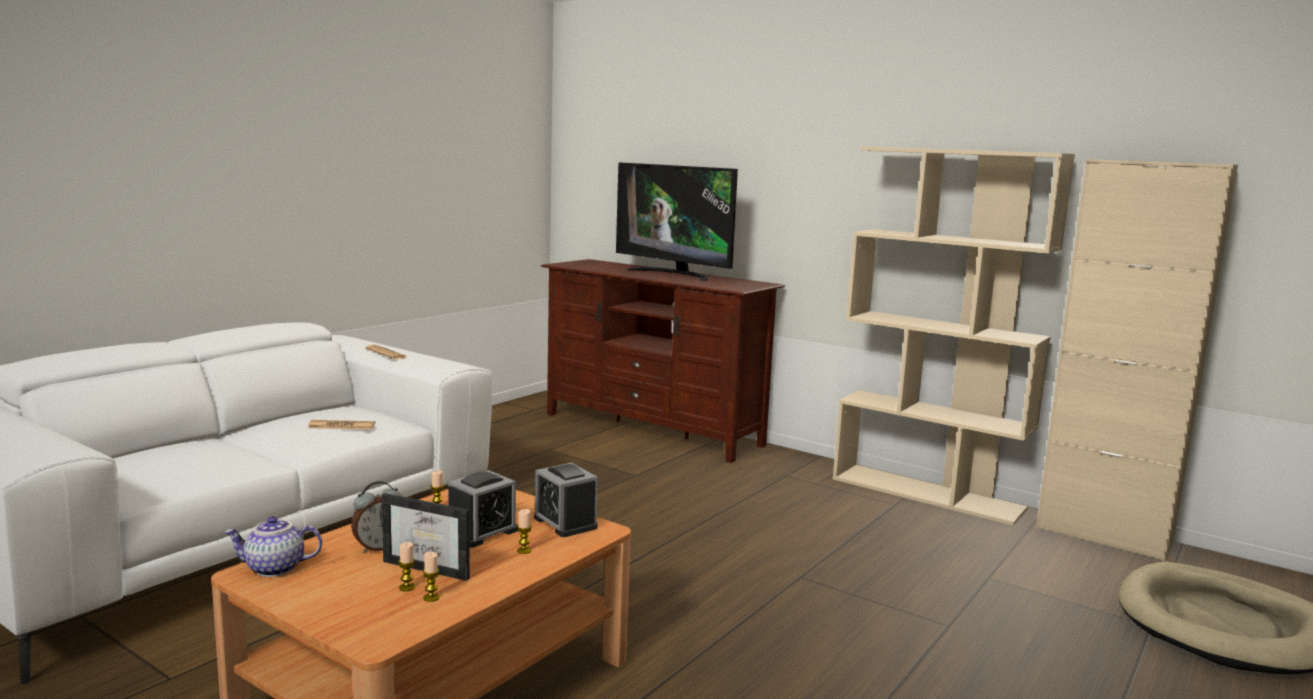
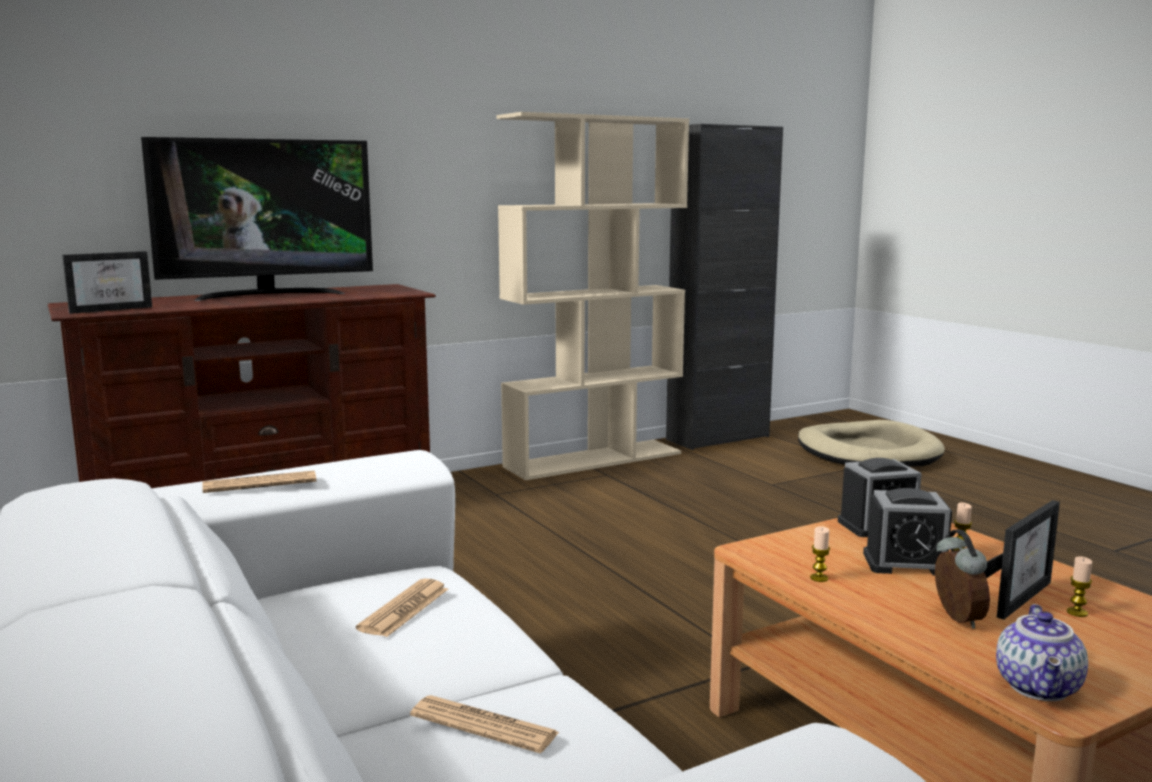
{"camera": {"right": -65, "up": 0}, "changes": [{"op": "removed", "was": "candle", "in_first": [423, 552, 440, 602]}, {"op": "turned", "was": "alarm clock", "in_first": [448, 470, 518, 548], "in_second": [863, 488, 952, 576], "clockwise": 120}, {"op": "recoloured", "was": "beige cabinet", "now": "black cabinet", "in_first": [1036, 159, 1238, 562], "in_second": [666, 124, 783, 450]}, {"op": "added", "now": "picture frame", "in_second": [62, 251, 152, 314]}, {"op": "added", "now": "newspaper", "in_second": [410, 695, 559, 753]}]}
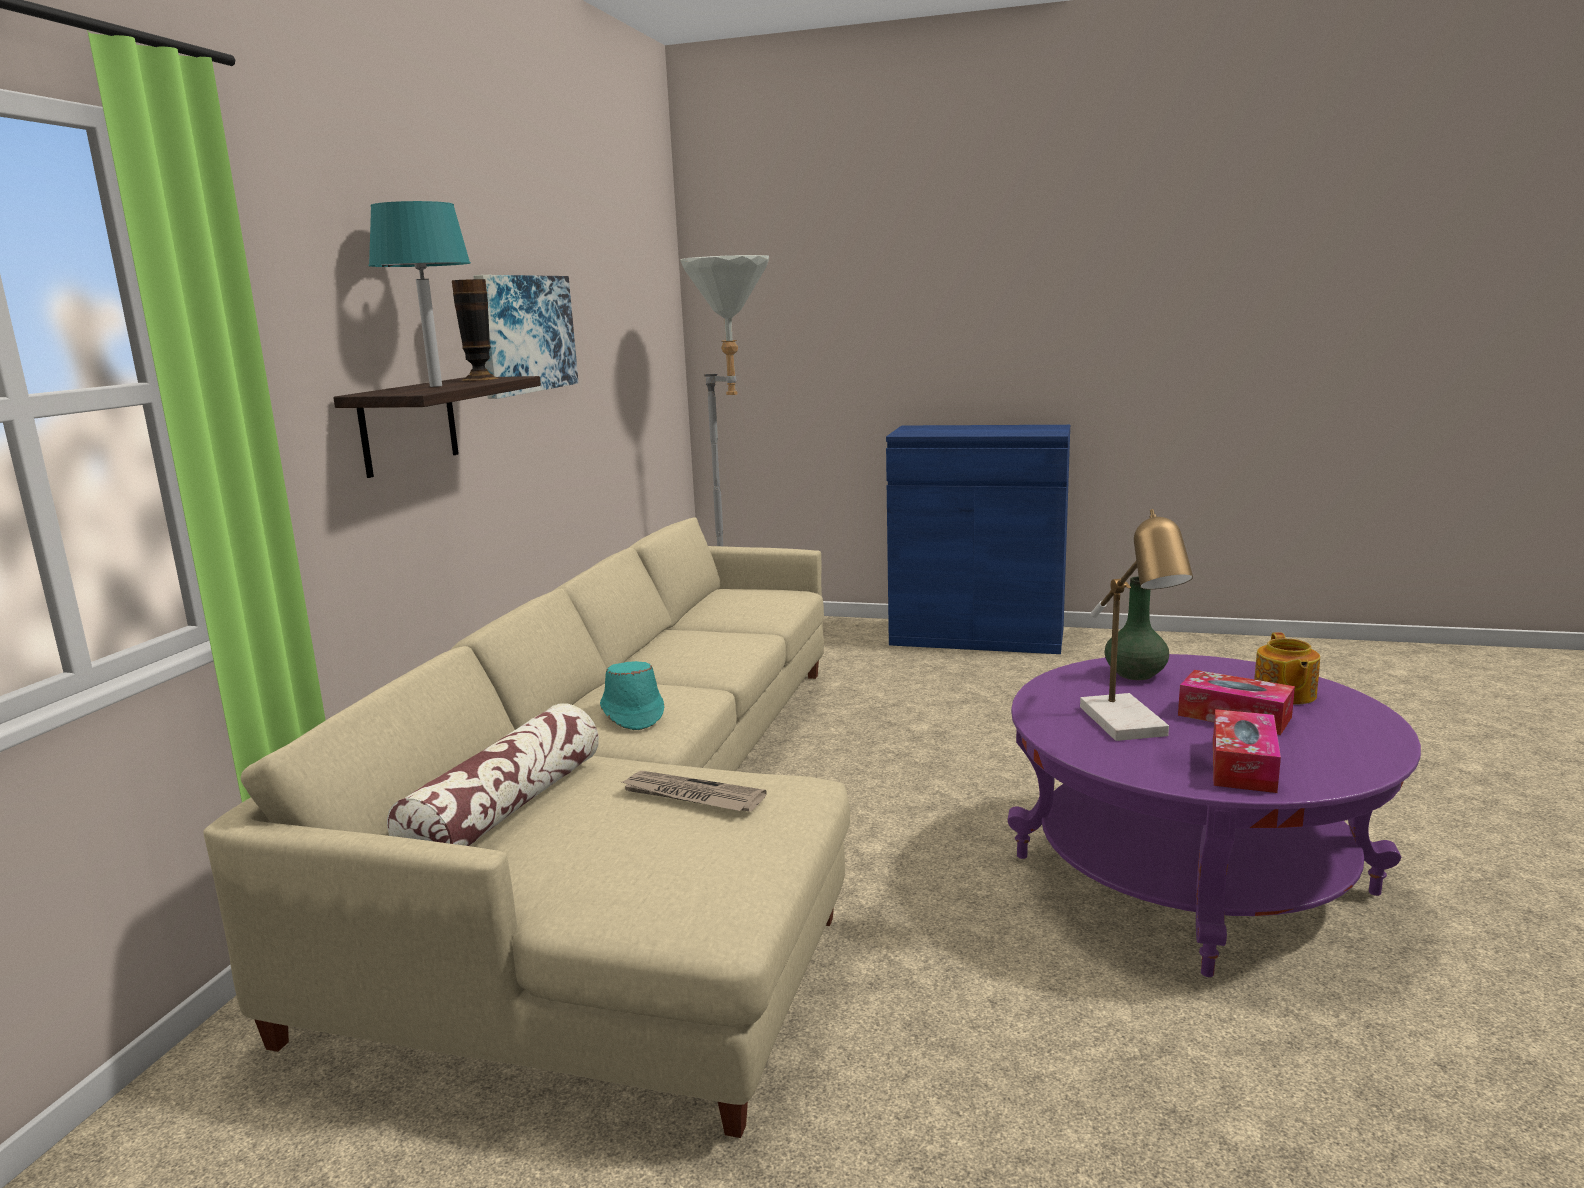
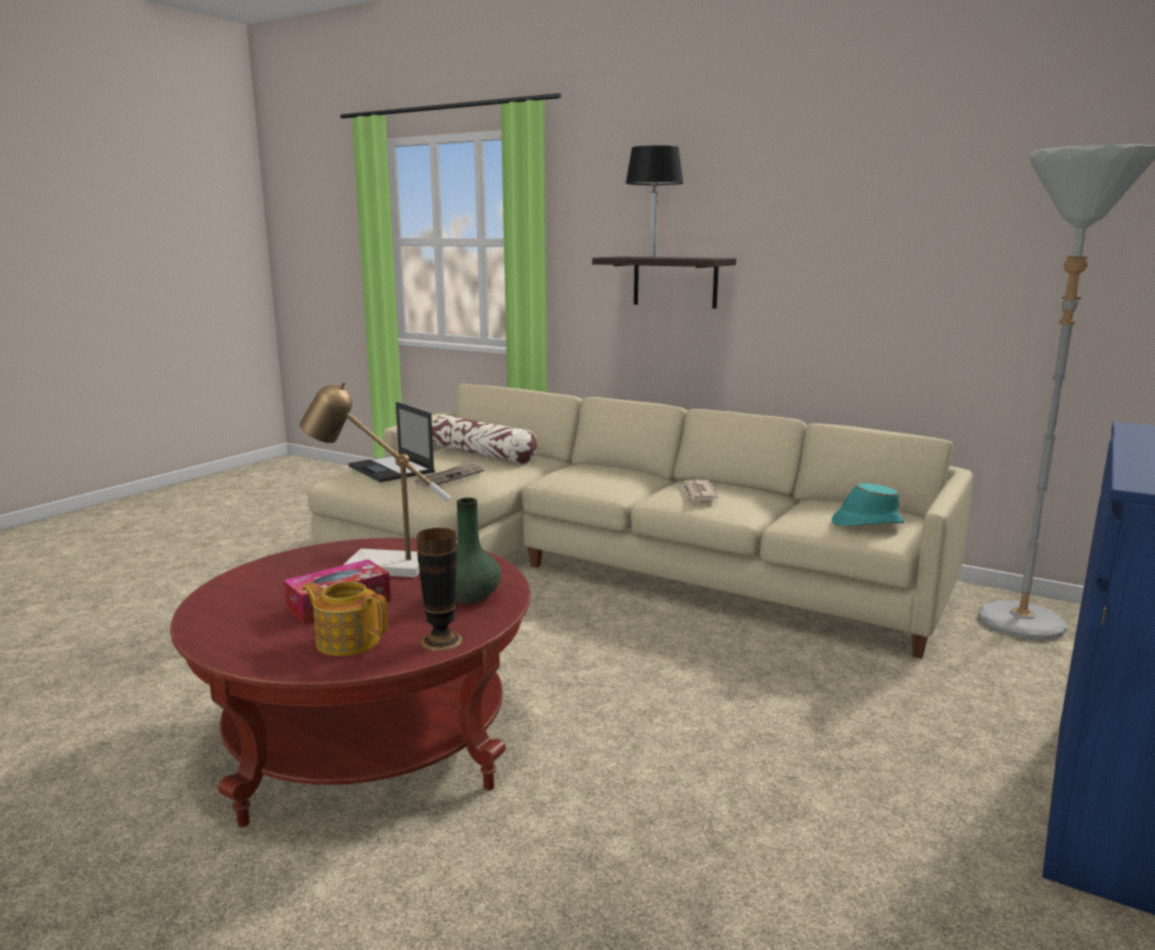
{"camera": {"right": 105, "up": 0}, "changes": [{"op": "recoloured", "was": "turquoise table lamp", "now": "black table lamp", "in_first": [369, 201, 471, 387], "in_second": [625, 145, 684, 258]}, {"op": "moved", "was": "vase", "in_first": [452, 279, 498, 381], "in_second": [417, 528, 463, 651]}, {"op": "removed", "was": "picture", "in_first": [473, 275, 578, 399]}, {"op": "moved", "was": "turquoise hat", "in_first": [600, 661, 664, 730], "in_second": [832, 483, 905, 526]}, {"op": "recoloured", "was": "purple coffee table", "now": "red coffee table", "in_first": [1008, 654, 1421, 977], "in_second": [170, 538, 531, 828]}, {"op": "removed", "was": "tissue box", "in_first": [1213, 709, 1281, 793]}, {"op": "added", "now": "laptop", "in_second": [348, 402, 435, 482]}, {"op": "added", "now": "newspaper", "in_second": [679, 480, 718, 503]}]}
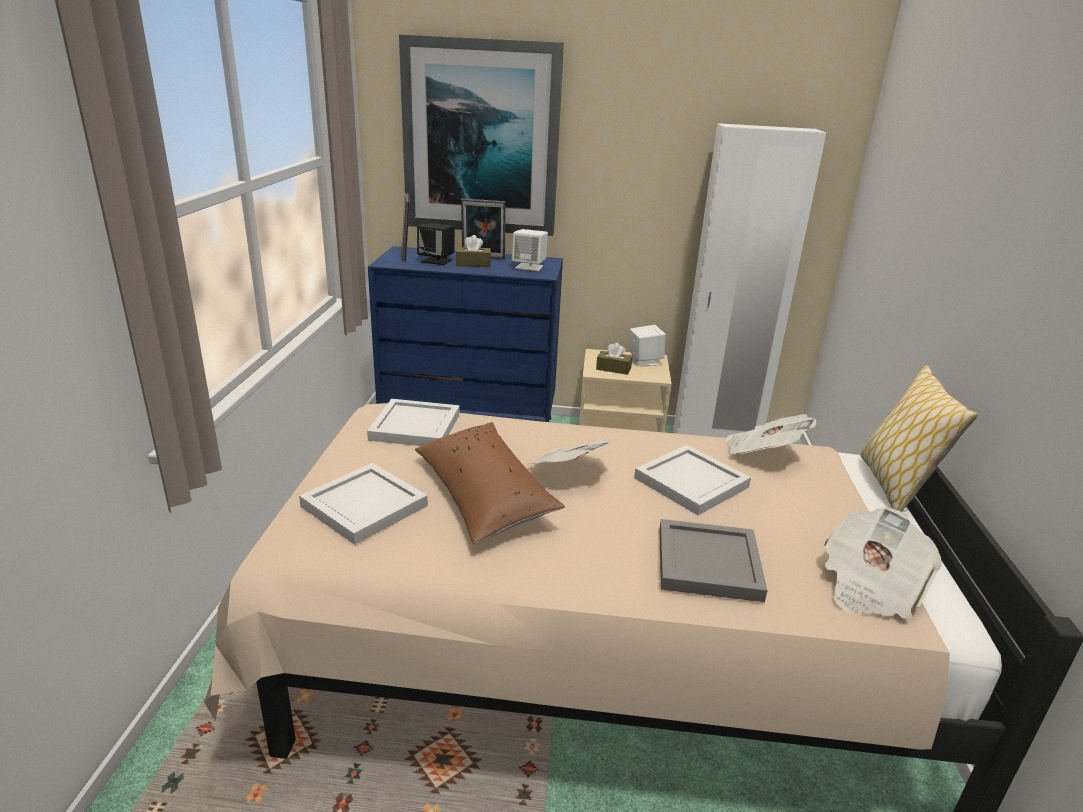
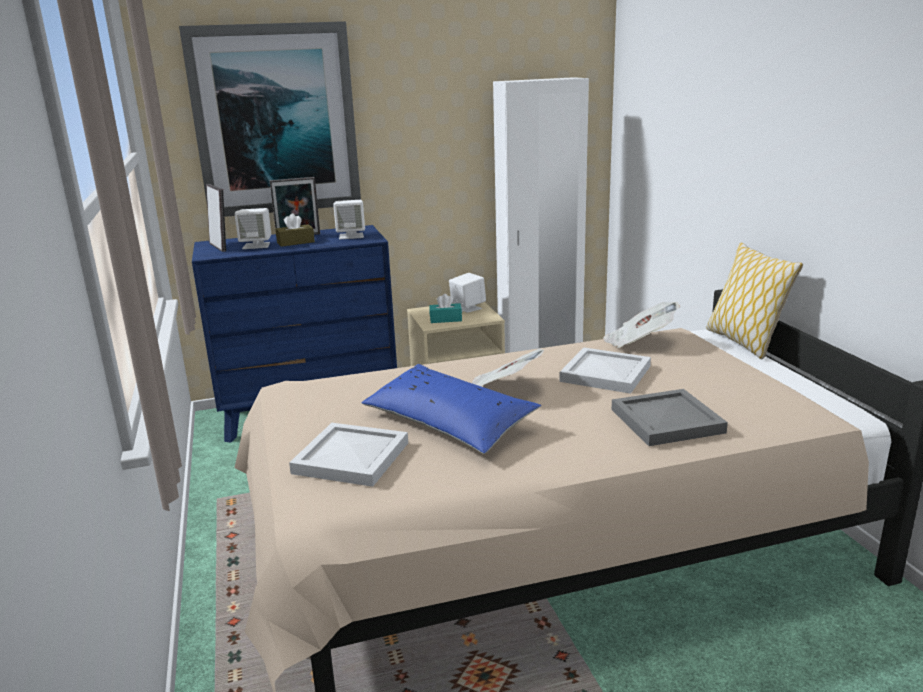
{"camera": {"right": -20, "up": -5}, "changes": [{"op": "removed", "was": "white tray", "in_first": [367, 399, 460, 446]}, {"op": "recoloured", "was": "brown pillow", "now": "blue pillow", "in_first": [415, 422, 565, 544], "in_second": [362, 364, 541, 454]}, {"op": "recoloured", "was": "black speaker", "now": "white speaker", "in_first": [417, 223, 455, 265], "in_second": [235, 208, 271, 249]}, {"op": "recoloured", "was": "brown tissue box", "now": "turquoise tissue box", "in_first": [596, 343, 633, 375], "in_second": [429, 294, 462, 323]}, {"op": "removed", "was": "newspaper", "in_first": [824, 508, 942, 619]}]}
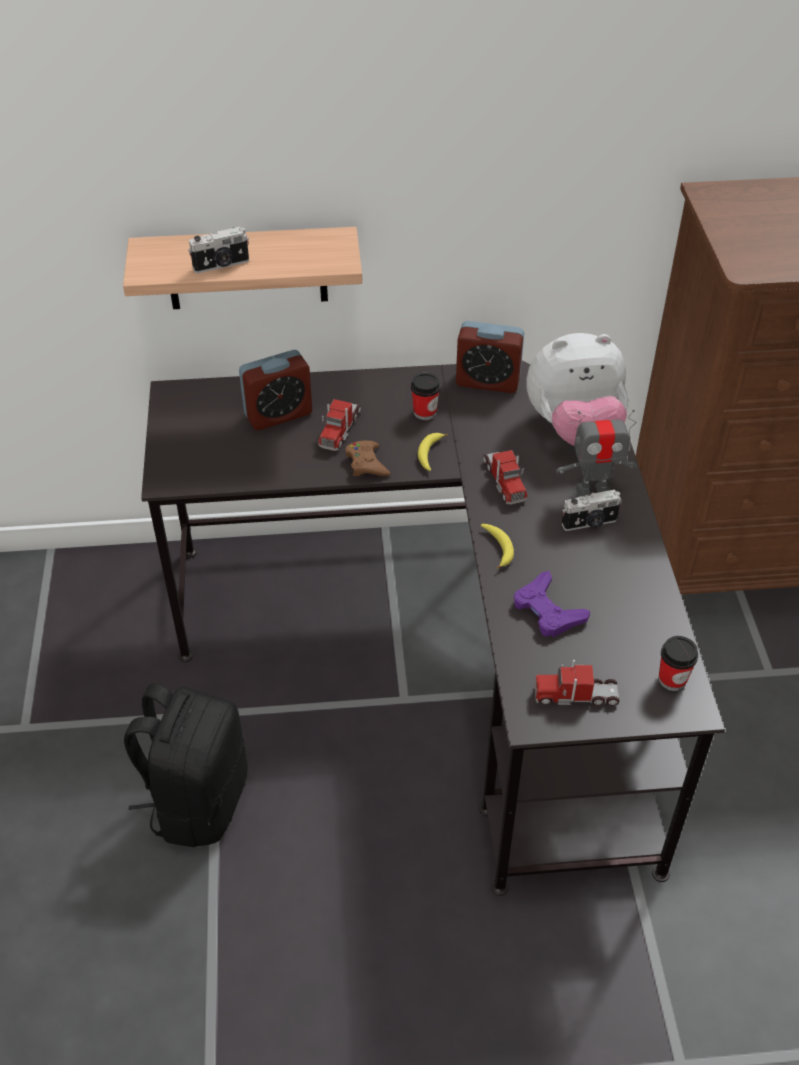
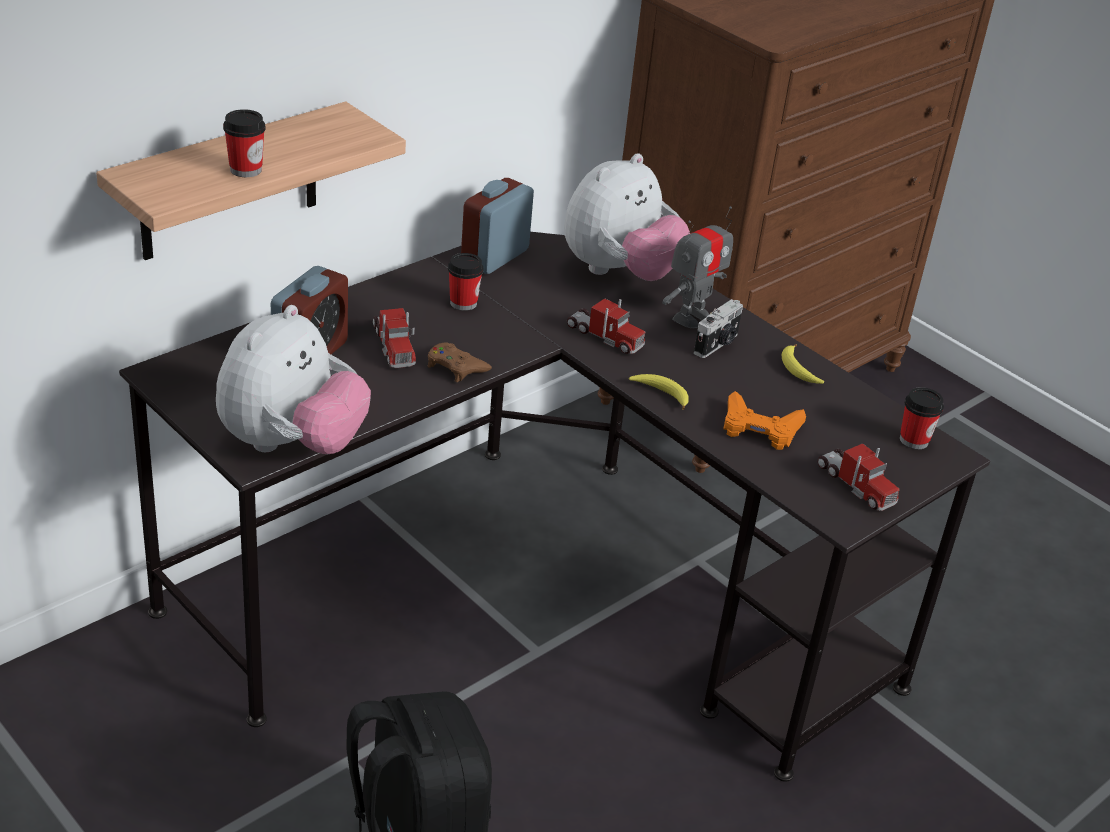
{"camera": {"right": -40, "up": -10}, "changes": [{"op": "replaced", "was": "photo camera", "now": "cup", "in_first": [188, 227, 249, 273], "in_second": [223, 109, 266, 177]}, {"op": "moved", "was": "banana", "in_first": [418, 433, 448, 471], "in_second": [782, 344, 824, 384]}, {"op": "turned", "was": "alarm clock", "in_first": [456, 321, 524, 393], "in_second": [461, 178, 534, 274], "clockwise": 150}, {"op": "recoloured", "was": "purple game controller", "now": "orange game controller", "in_first": [514, 571, 590, 637], "in_second": [723, 391, 806, 450]}, {"op": "turned", "was": "toy truck", "in_first": [535, 660, 619, 706], "in_second": [817, 444, 900, 511], "clockwise": -90}, {"op": "added", "now": "plush toy", "in_second": [216, 305, 371, 454]}]}
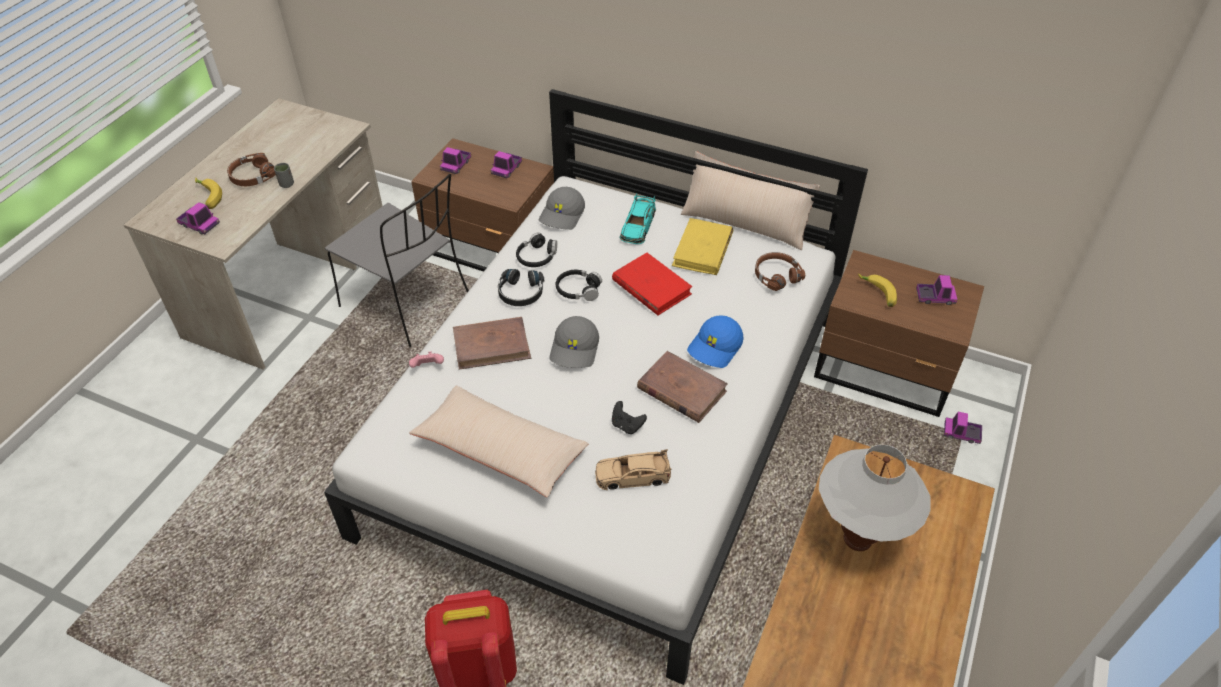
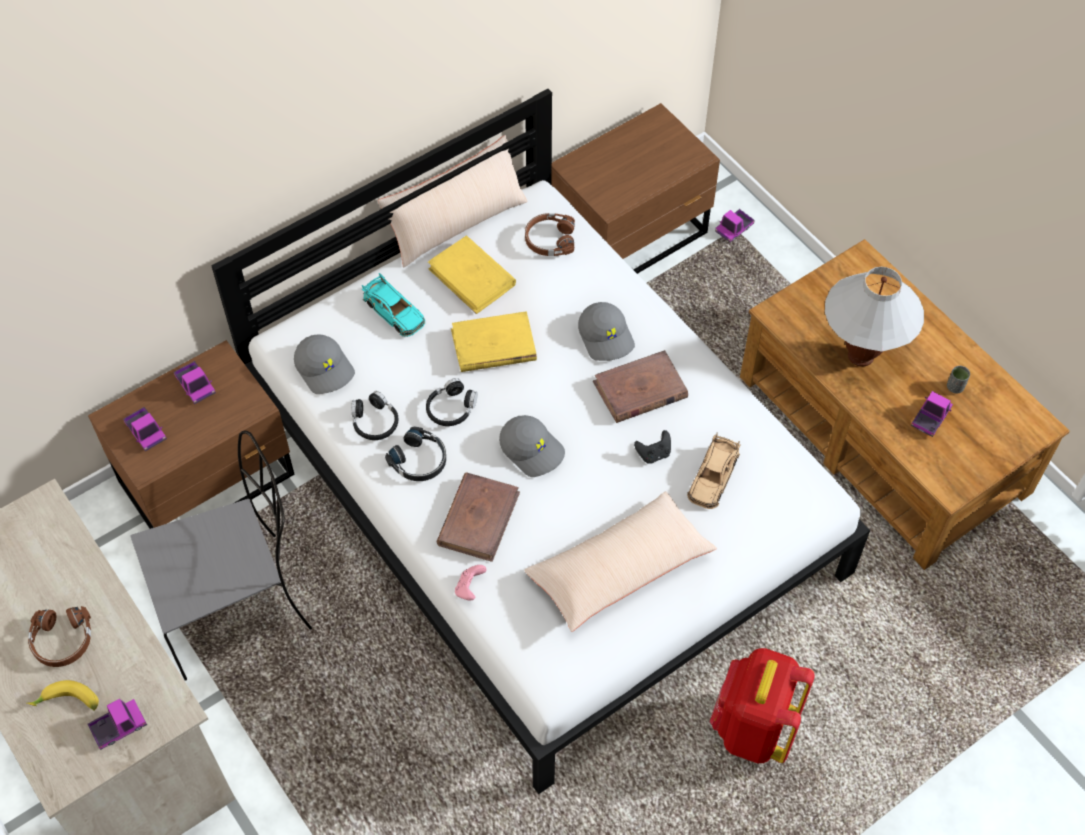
{"camera": {"right": -60, "up": 10}, "changes": [{"op": "moved", "was": "grey cup", "in_first": [274, 163, 294, 188], "in_second": [947, 366, 970, 394]}, {"op": "recoloured", "was": "red book", "now": "yellow book", "in_first": [612, 253, 692, 315], "in_second": [451, 311, 537, 372]}, {"op": "recoloured", "was": "blue cap", "now": "grey cap", "in_first": [687, 315, 744, 368], "in_second": [578, 302, 635, 361]}, {"op": "removed", "was": "banana", "in_first": [858, 273, 897, 307]}, {"op": "moved", "was": "toy truck", "in_first": [916, 275, 957, 305], "in_second": [911, 391, 953, 437]}]}
